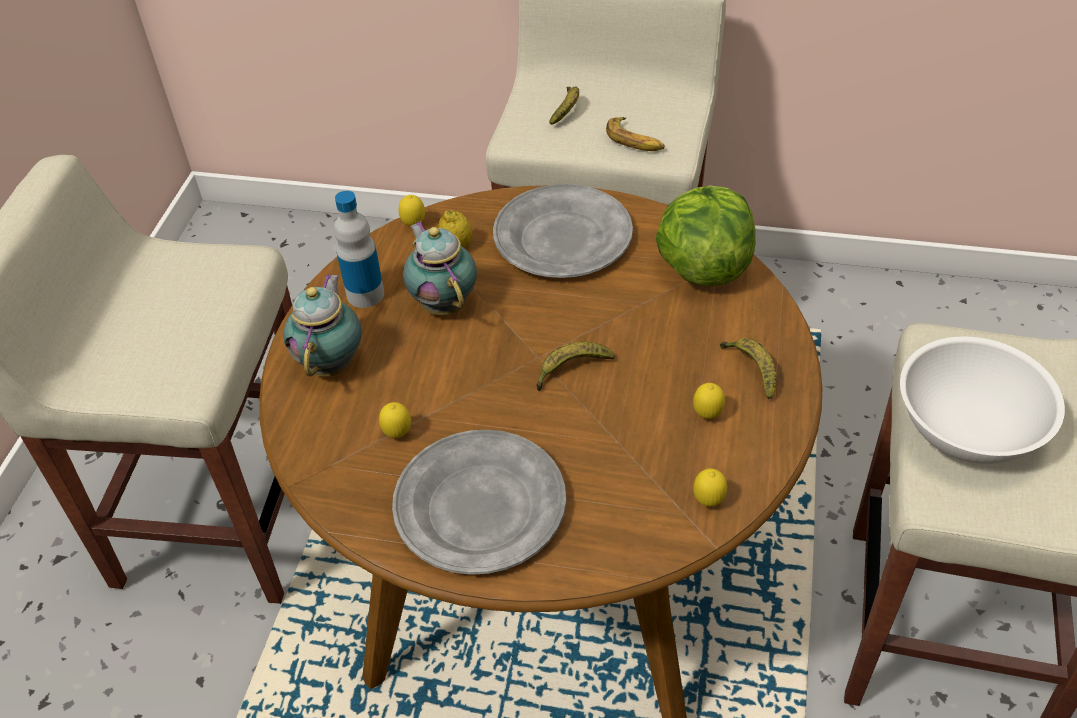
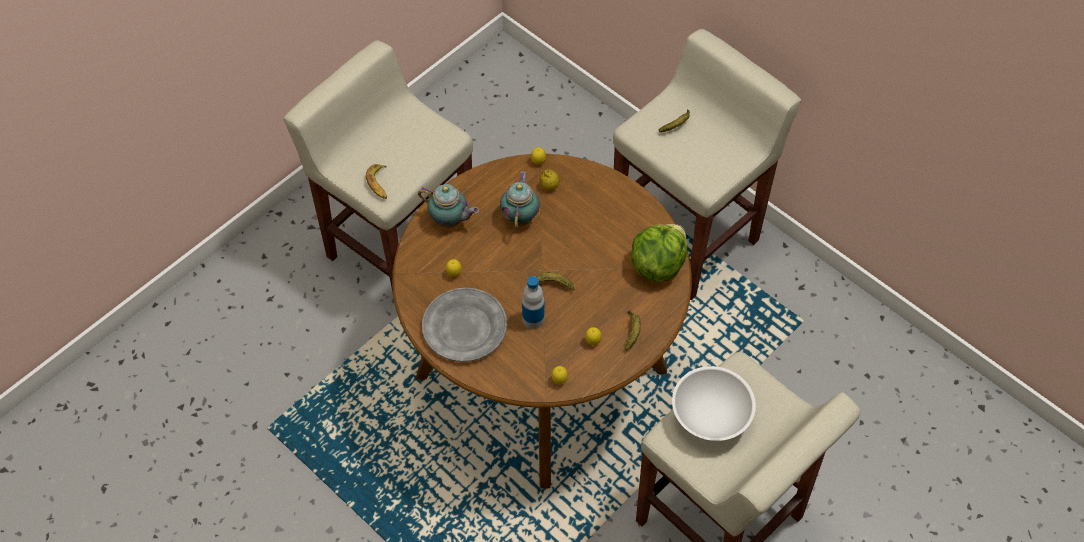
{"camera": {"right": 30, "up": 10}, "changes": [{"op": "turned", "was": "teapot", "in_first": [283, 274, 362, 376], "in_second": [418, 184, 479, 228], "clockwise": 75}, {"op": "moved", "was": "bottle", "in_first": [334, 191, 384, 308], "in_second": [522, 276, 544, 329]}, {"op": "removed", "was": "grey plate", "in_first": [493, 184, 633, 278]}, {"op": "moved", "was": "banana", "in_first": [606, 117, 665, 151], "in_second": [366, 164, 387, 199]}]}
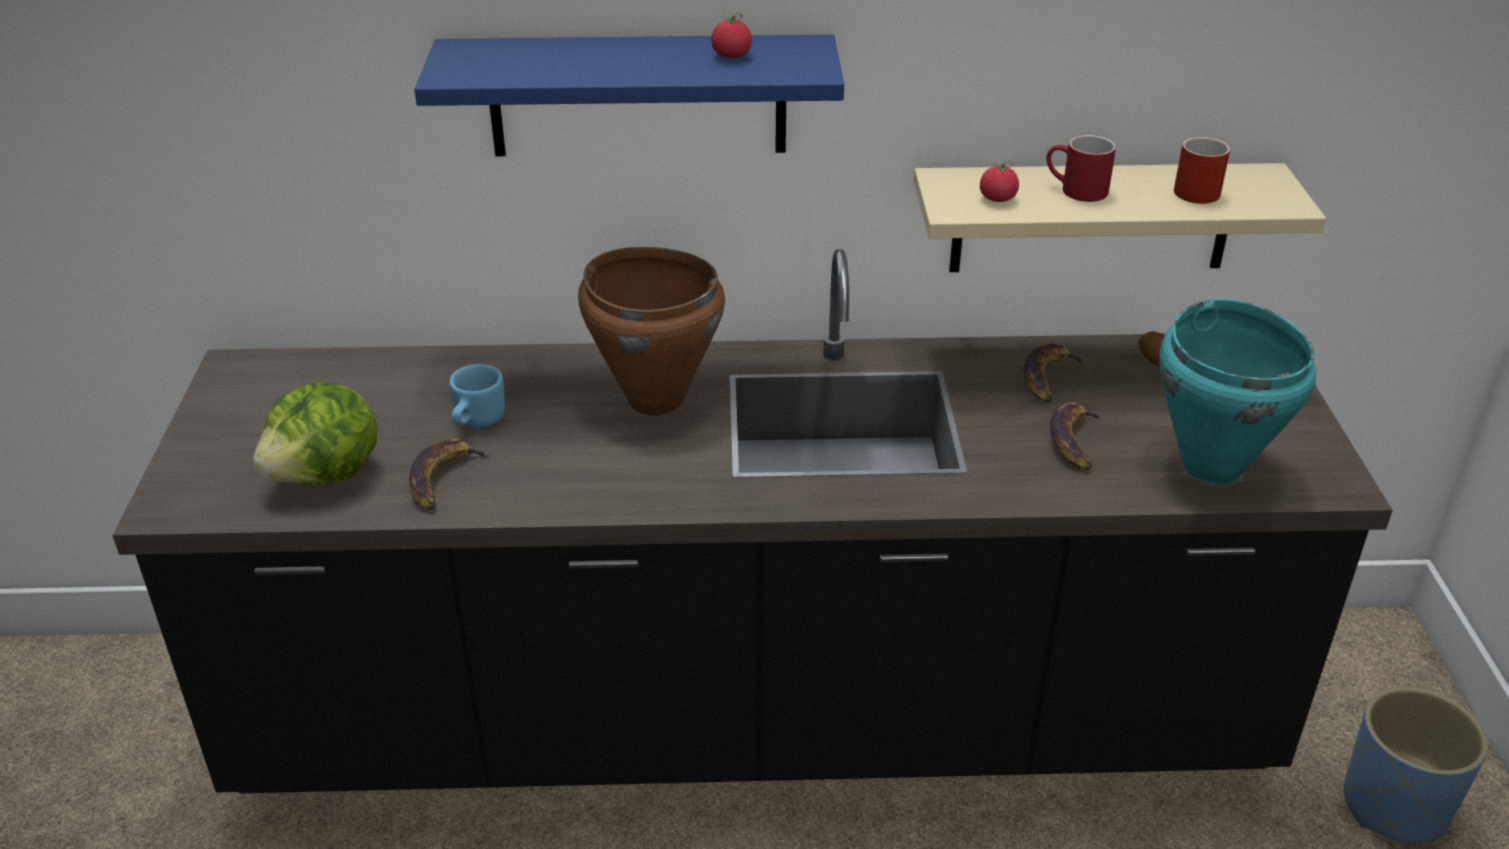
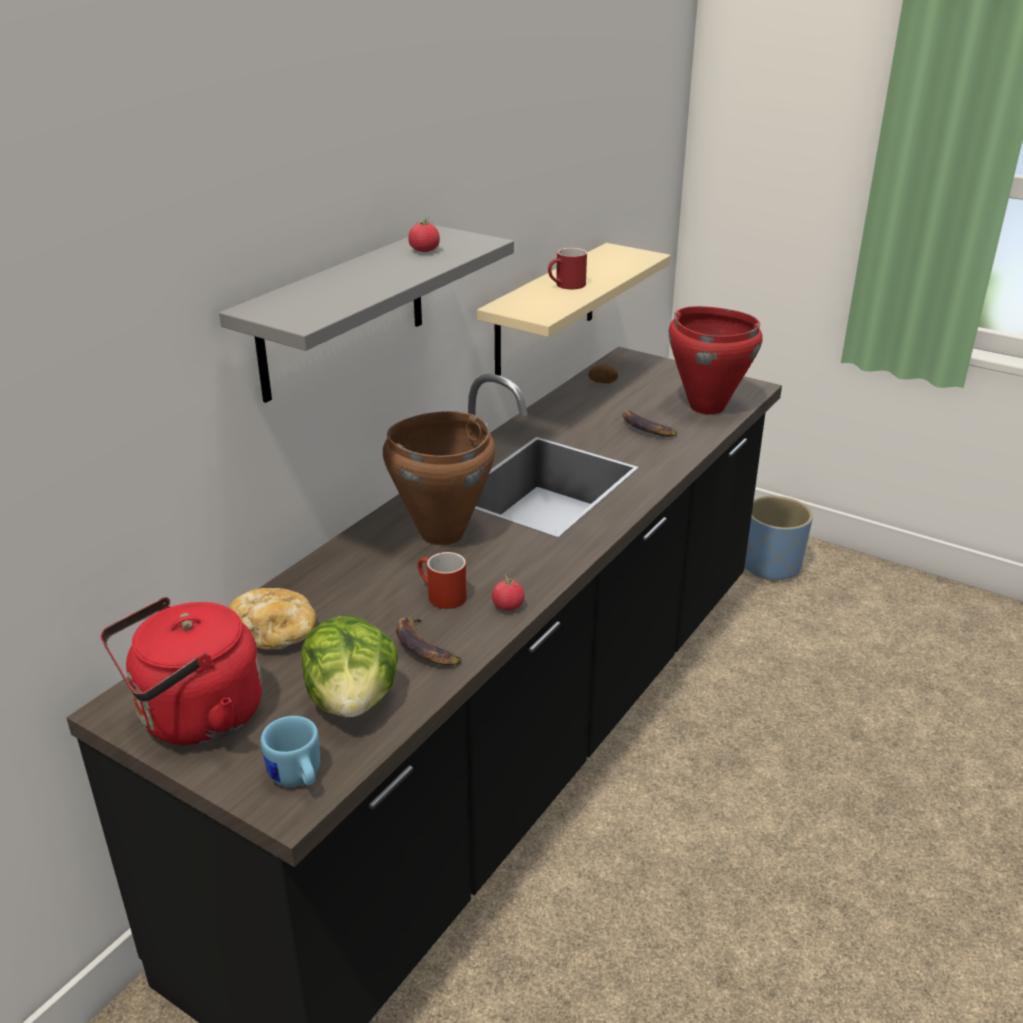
{"camera": {"right": -55, "up": -5}, "changes": [{"op": "recoloured", "was": "blue shelf", "now": "grey shelf", "in_first": [414, 35, 844, 156], "in_second": [219, 226, 514, 403]}, {"op": "moved", "was": "blue mug", "in_first": [449, 364, 505, 428], "in_second": [261, 716, 320, 787]}, {"op": "moved", "was": "tomato", "in_first": [980, 160, 1019, 202], "in_second": [492, 574, 525, 611]}, {"op": "removed", "was": "banana", "in_first": [1024, 343, 1088, 402]}, {"op": "recoloured", "was": "turquoise cooking pot", "now": "red cooking pot", "in_first": [1159, 299, 1316, 484], "in_second": [668, 306, 763, 415]}, {"op": "moved", "was": "red mug", "in_first": [1174, 137, 1230, 204], "in_second": [418, 552, 467, 609]}, {"op": "added", "now": "red kettle", "in_second": [101, 597, 262, 746]}, {"op": "added", "now": "bread", "in_second": [228, 588, 316, 650]}]}
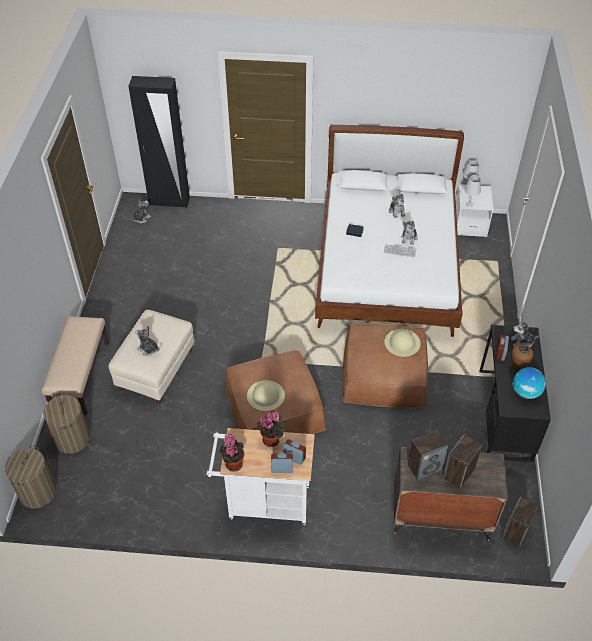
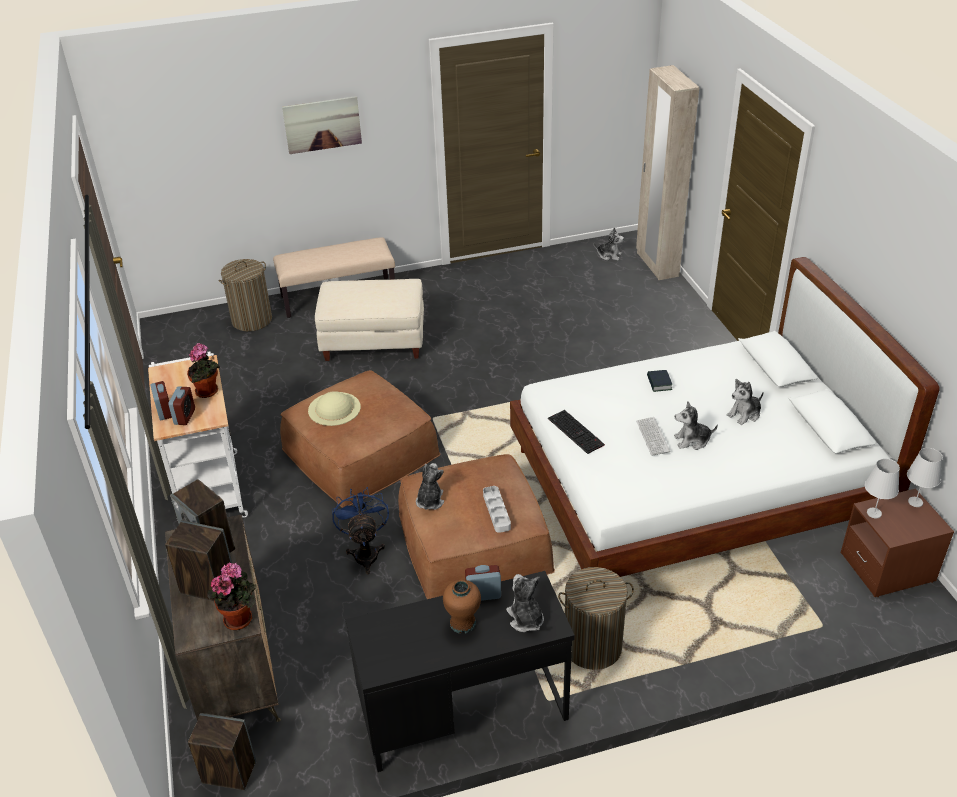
{"camera": {"right": 70, "up": -10}, "changes": [{"op": "moved", "was": "laundry basket", "in_first": [5, 446, 56, 509], "in_second": [558, 567, 634, 670]}, {"op": "recoloured", "was": "black wardrobe", "now": "beige wardrobe", "in_first": [128, 76, 190, 208], "in_second": [636, 65, 699, 280]}, {"op": "moved", "was": "plush toy", "in_first": [136, 326, 159, 356], "in_second": [416, 463, 444, 510]}, {"op": "moved", "was": "potted plant", "in_first": [220, 434, 244, 472], "in_second": [207, 562, 256, 630]}, {"op": "replaced", "was": "beige hat", "now": "grey tray", "in_first": [384, 329, 421, 357], "in_second": [483, 486, 511, 533]}, {"op": "recoloured", "was": "white nightstand", "now": "brown nightstand", "in_first": [456, 184, 494, 237], "in_second": [841, 489, 954, 597]}, {"op": "removed", "was": "globe", "in_first": [512, 367, 546, 399]}, {"op": "added", "now": "picture", "in_second": [282, 96, 362, 154]}, {"op": "added", "now": "blue fan", "in_second": [332, 487, 389, 574]}, {"op": "added", "now": "keyboard", "in_second": [548, 410, 605, 454]}]}
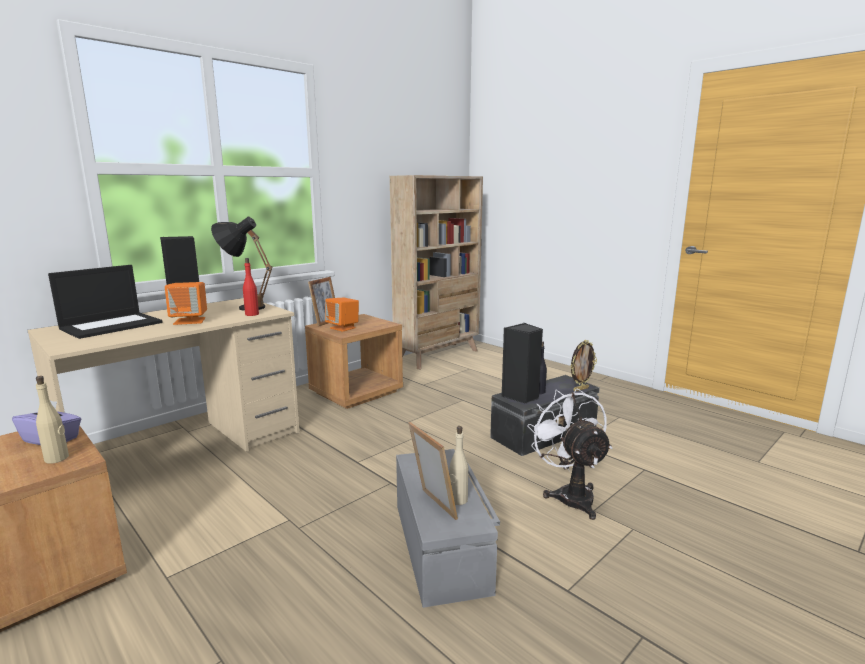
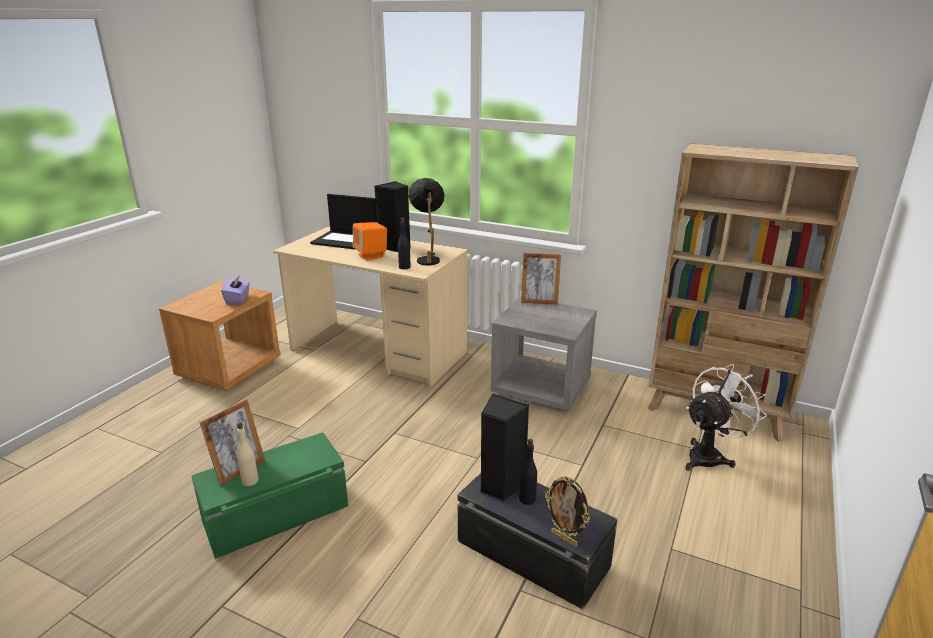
{"camera": {"right": 70, "up": 10}, "changes": [{"op": "removed", "was": "beige bottle", "in_first": [36, 376, 69, 464]}, {"op": "recoloured", "was": "red bottle", "now": "black bottle", "in_first": [243, 258, 259, 316], "in_second": [398, 218, 411, 269]}, {"op": "recoloured", "was": "brown nightstand", "now": "grey nightstand", "in_first": [305, 314, 403, 409], "in_second": [491, 296, 597, 412]}, {"op": "removed", "was": "orange speaker", "in_first": [325, 298, 359, 332]}, {"op": "recoloured", "was": "grey storage box", "now": "green storage box", "in_first": [396, 449, 500, 608], "in_second": [191, 432, 348, 559]}, {"op": "moved", "was": "white fan", "in_first": [527, 388, 612, 520], "in_second": [685, 364, 767, 471]}]}
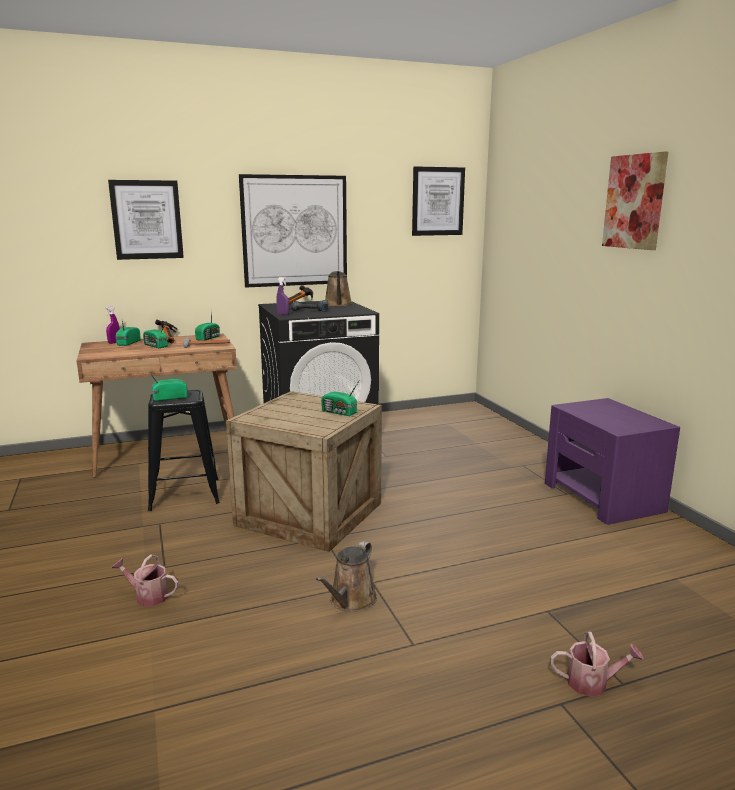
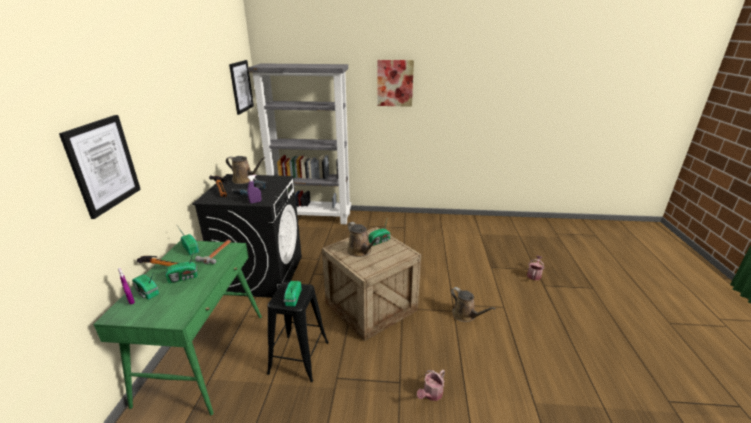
{"camera": {"right": -65, "up": 10}, "changes": [{"op": "recoloured", "was": "brown desk", "now": "green desk", "in_first": [77, 333, 237, 478], "in_second": [93, 240, 262, 416]}, {"op": "removed", "was": "picture", "in_first": [239, 174, 347, 288]}, {"op": "removed", "was": "purple nightstand", "in_first": [545, 398, 680, 525]}, {"op": "added", "now": "grey bookcase", "in_second": [248, 63, 351, 224]}, {"op": "added", "now": "brown watering can", "in_second": [347, 222, 379, 257]}]}
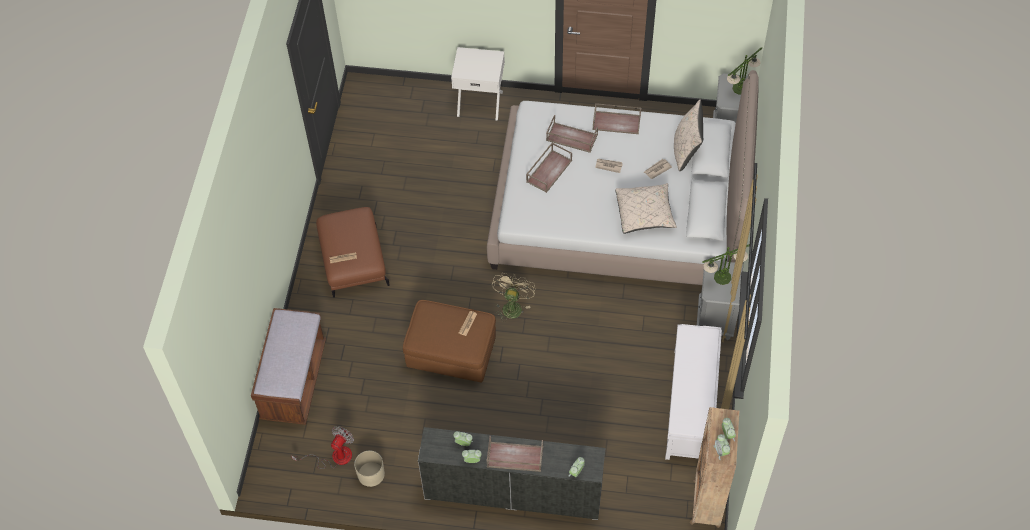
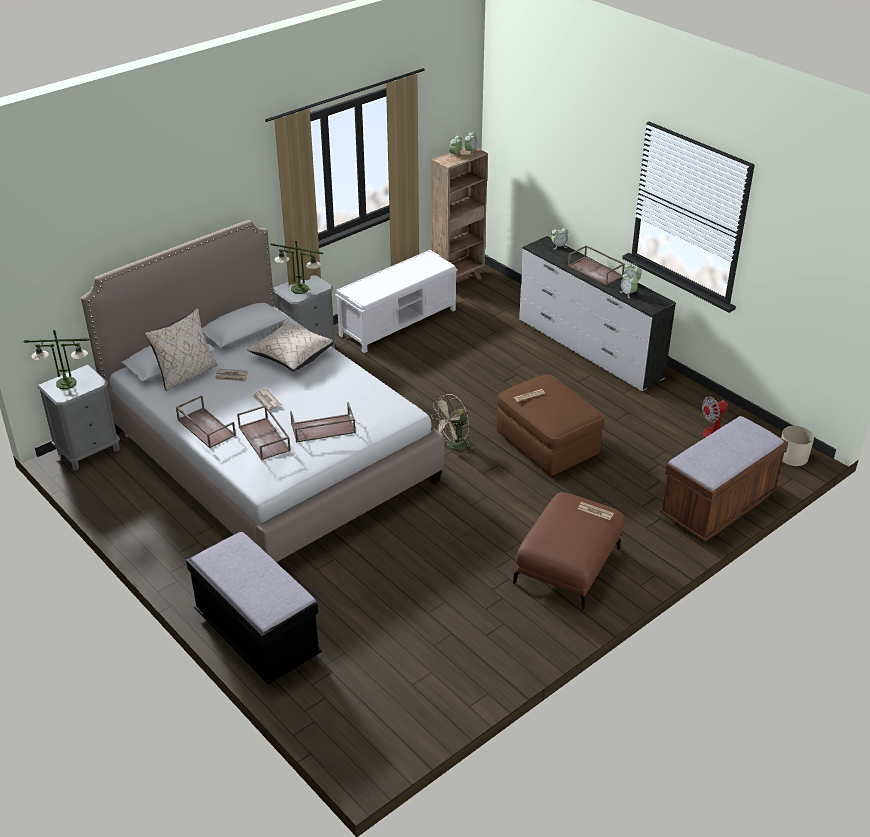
{"camera": {"right": -140, "up": -20}, "changes": [{"op": "moved", "was": "beige planter", "in_first": [354, 450, 385, 487], "in_second": [781, 426, 814, 466]}, {"op": "replaced", "was": "white nightstand", "now": "black bench", "in_first": [451, 47, 505, 121], "in_second": [186, 531, 322, 685]}]}
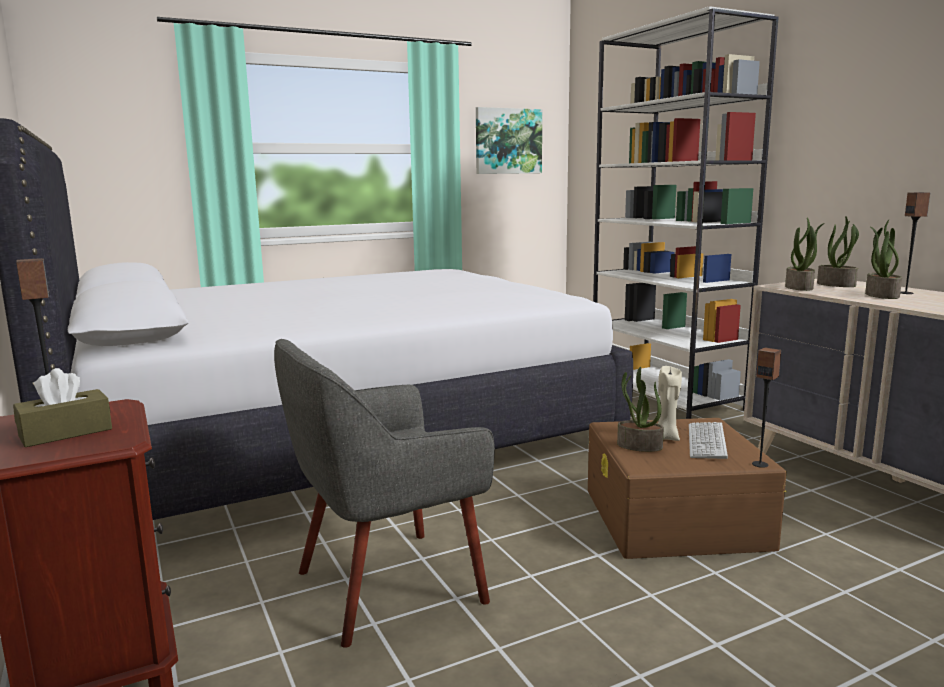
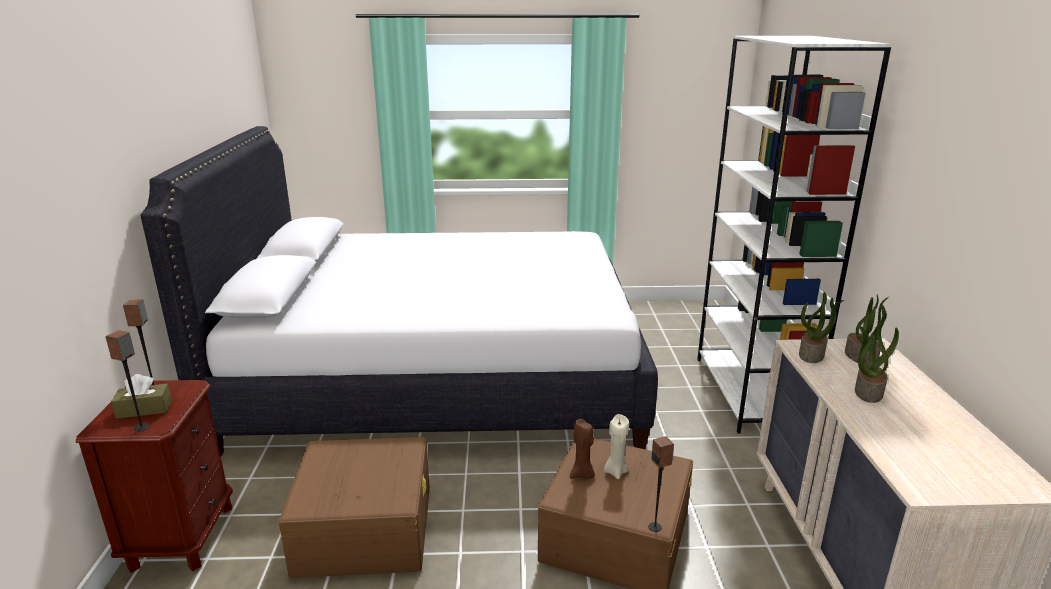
{"camera": {"right": 25, "up": 10}, "changes": [{"op": "replaced", "was": "grey armchair", "now": "brown storage box", "in_first": [274, 339, 495, 648], "in_second": [279, 437, 430, 578]}, {"op": "removed", "was": "picture", "in_first": [476, 107, 542, 174]}, {"op": "replaced", "was": "potted plant", "now": "brown candle", "in_first": [617, 367, 664, 452], "in_second": [570, 419, 595, 479]}, {"op": "removed", "was": "keyboard", "in_first": [689, 422, 728, 459]}, {"op": "moved", "was": "speaker", "in_first": [900, 192, 930, 294], "in_second": [105, 330, 149, 432]}]}
